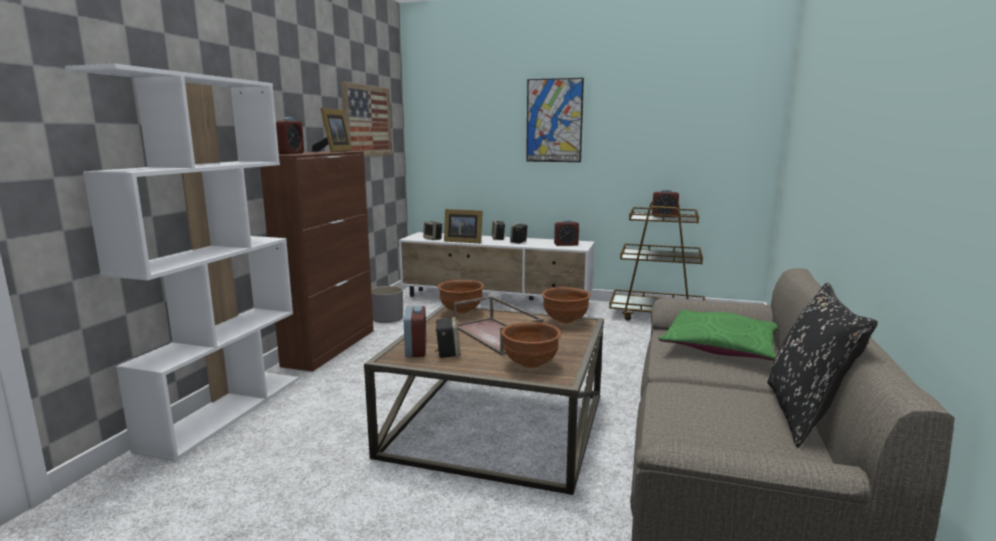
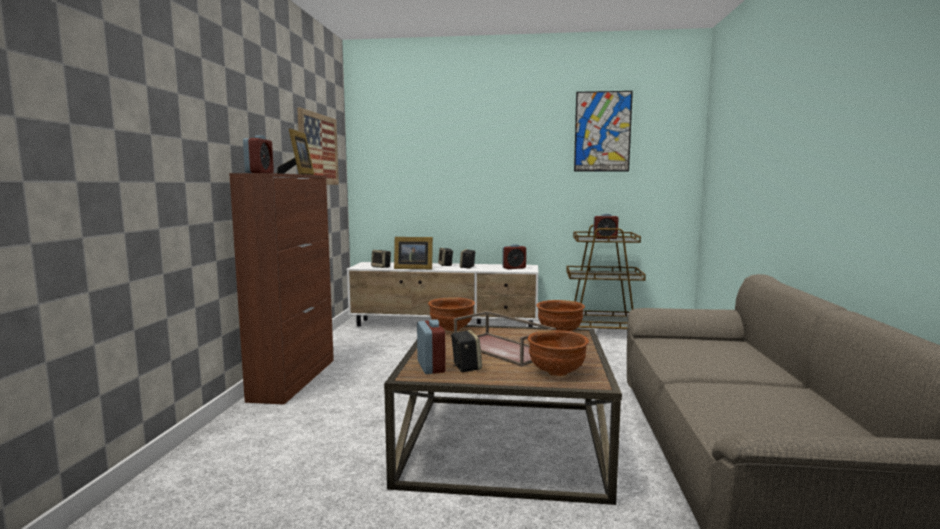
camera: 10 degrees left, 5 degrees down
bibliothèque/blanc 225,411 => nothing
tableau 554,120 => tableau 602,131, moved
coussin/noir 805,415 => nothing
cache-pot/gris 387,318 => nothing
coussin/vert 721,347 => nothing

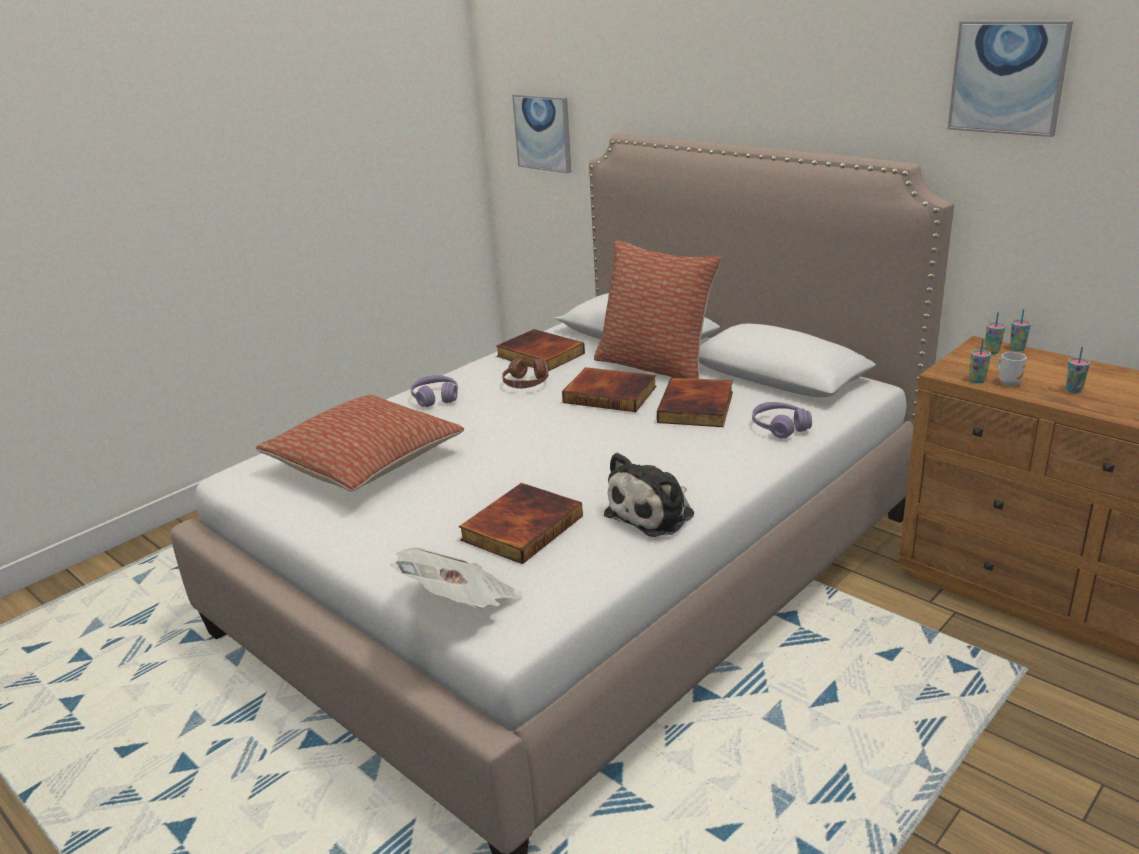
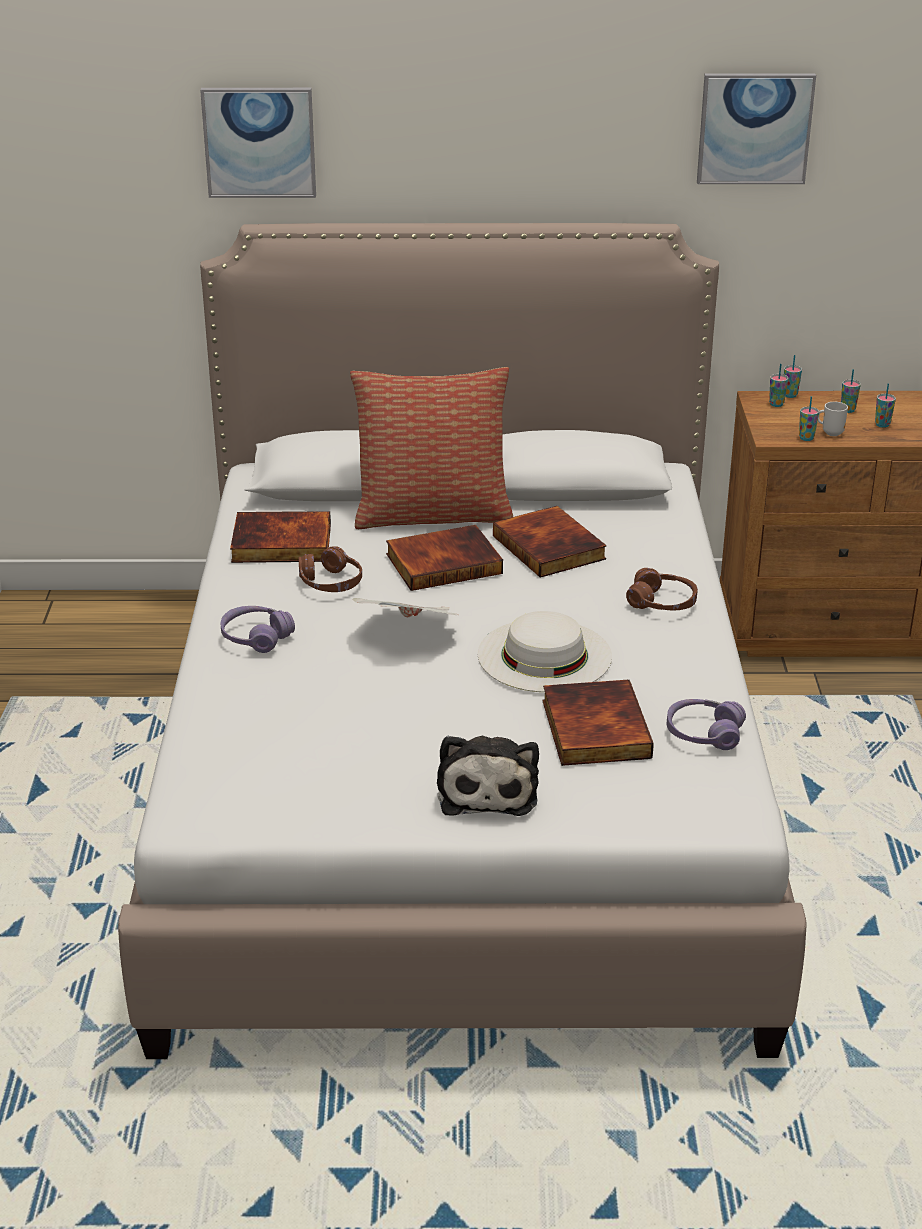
camera: 45 degrees left, 5 degrees up
tableau 543,132 => tableau 259,142, moved
coussin 365,462 => nothing
casque audio/violet 780,427 => casque audio/violet 703,734, moved
peluche 654,513 => peluche 487,790, moved
journal 461,604 => journal 411,632, moved
nothing => tasse 848,410
nothing => casque audio/marron 662,603
nothing => chapeau/blanc 544,655

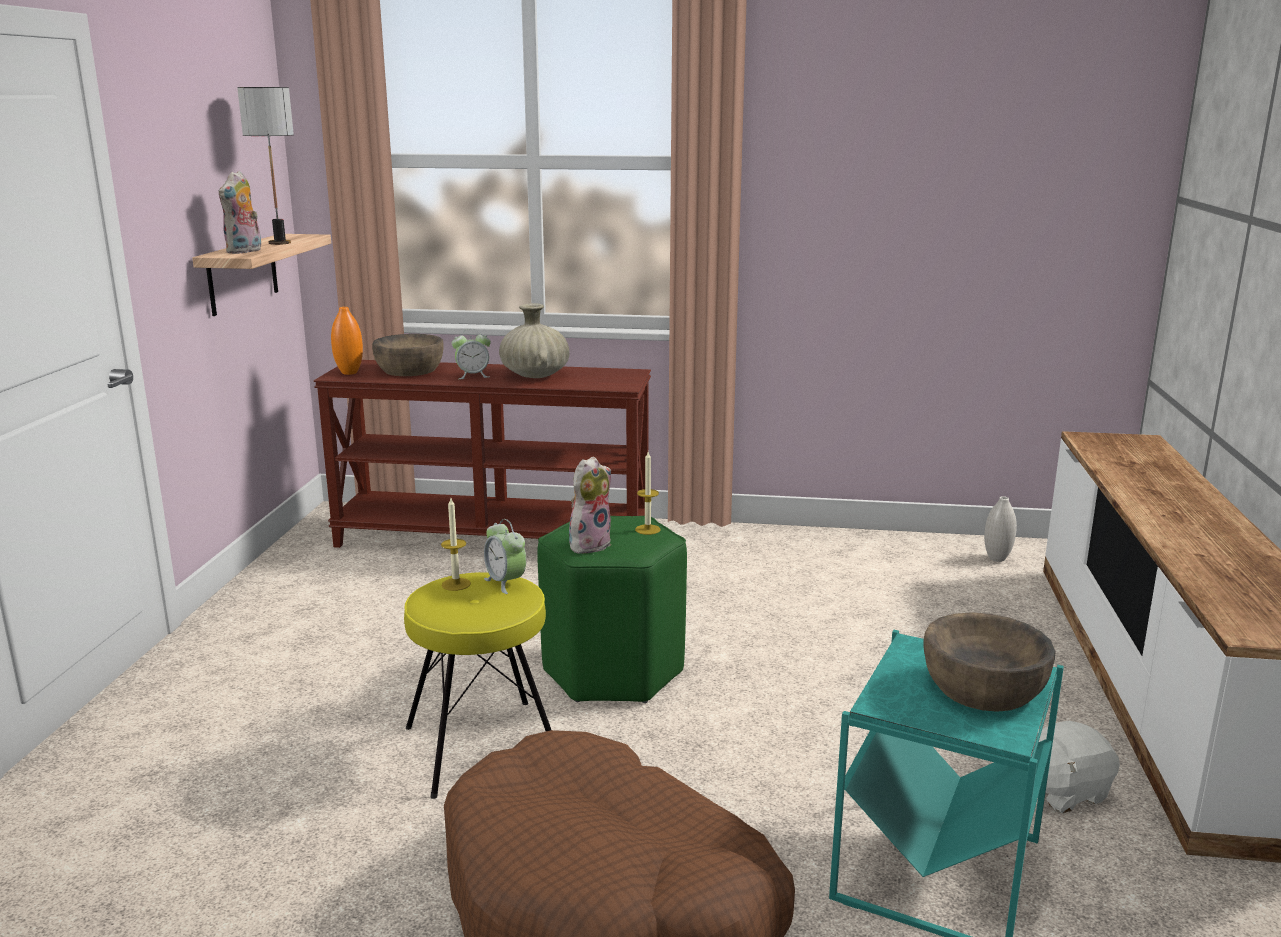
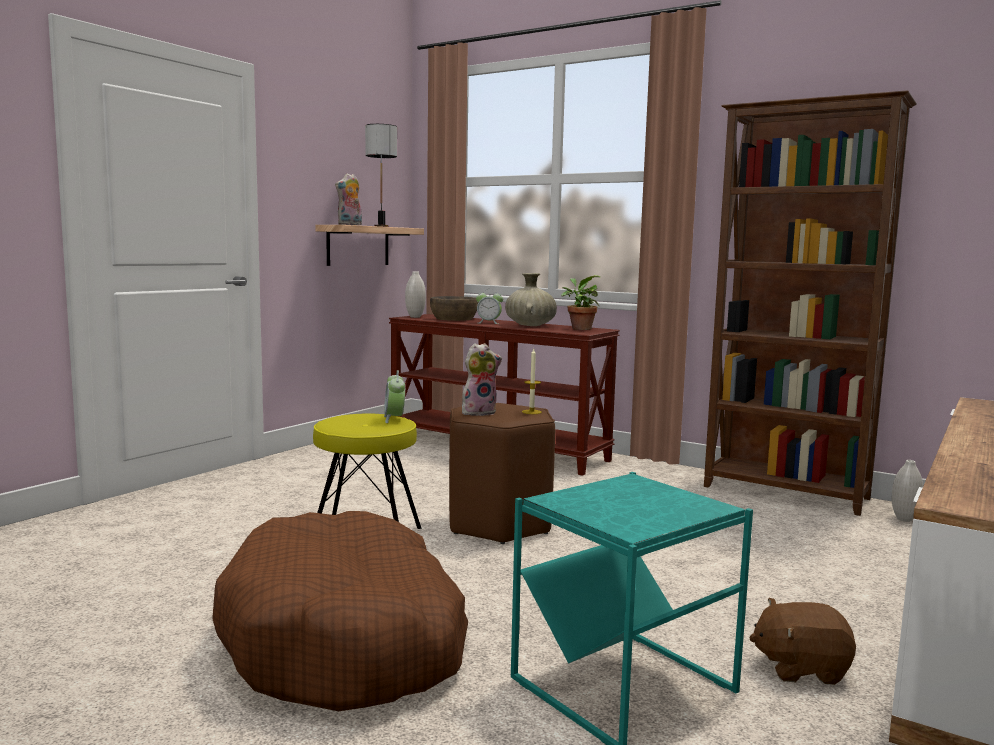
camera: 25 degrees right, 10 degrees down
vase/orange 349,373 => vase/blanc 415,317
bougie 456,584 => nothing
tabouret/vert 611,671 => tabouret/marron 498,524
bol/marron 983,687 => nothing
peluche/blanc 1060,791 => peluche/marron 800,668
nothing => bibliothèque/marron 786,493
nothing => plante en pot 579,328

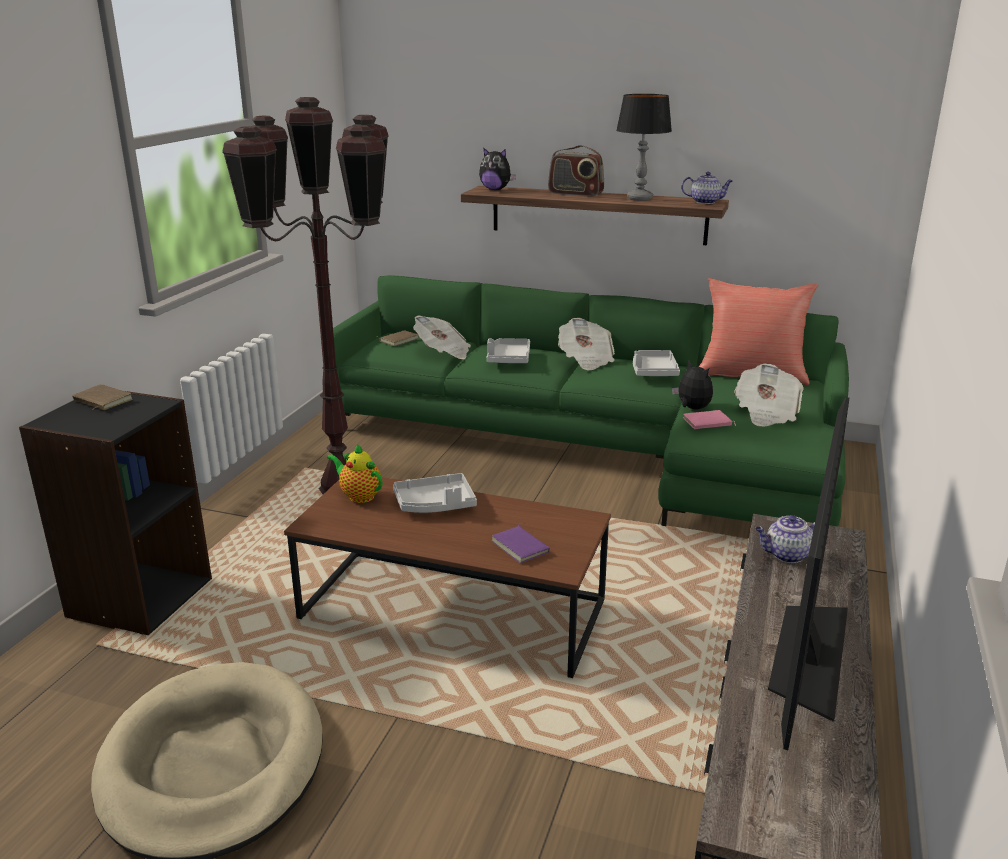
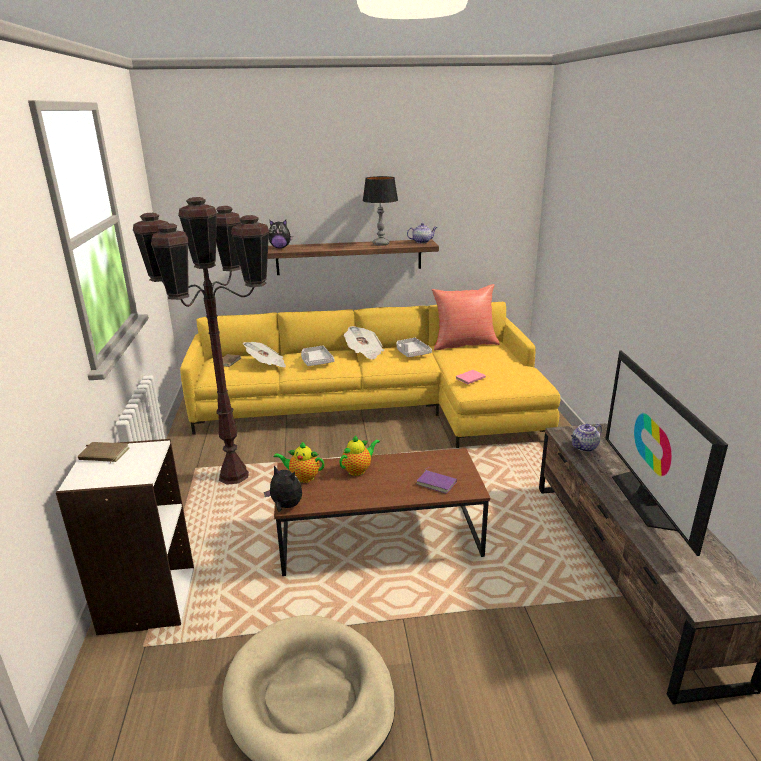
camera: 25 degrees left, 0 degrees up
radio 575,194 => nothing
canapé/vert 599,447 => canapé/jaune 381,407
peluche 692,408 => peluche 285,506, moved
journal 766,413 => nothing
bibliothèque/noir 139,597 => bibliothèque/blanc 147,600
plateau/gris 435,504 => théière 358,470

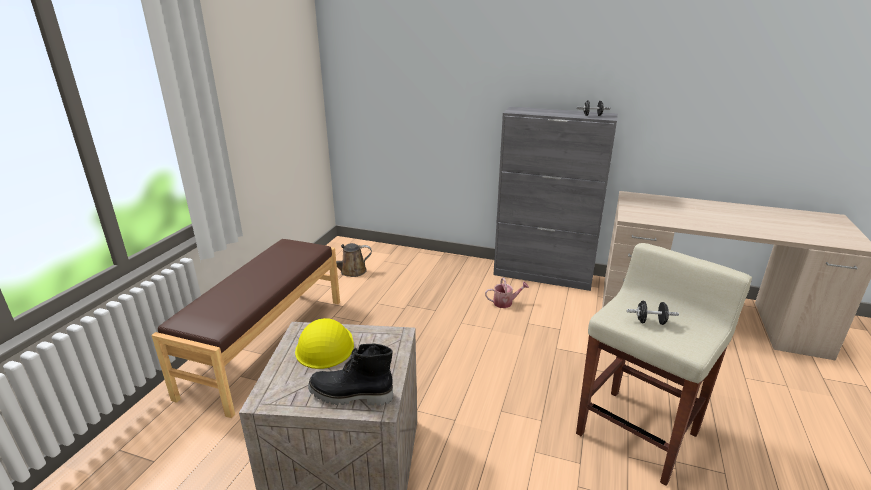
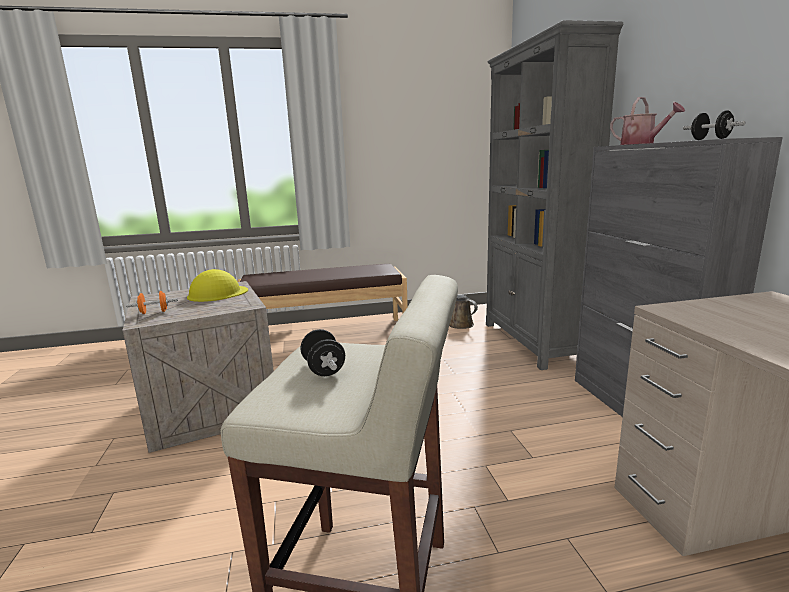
camera: 60 degrees right, 10 degrees down
arrosoir 505,302 => arrosoir 641,143, moved
botte/noir 350,396 => haltère/orange 154,312
nothing => bibliothèque/gris 532,342

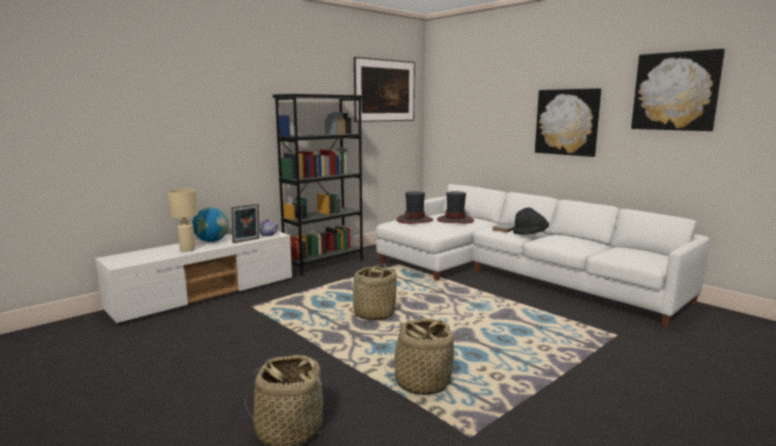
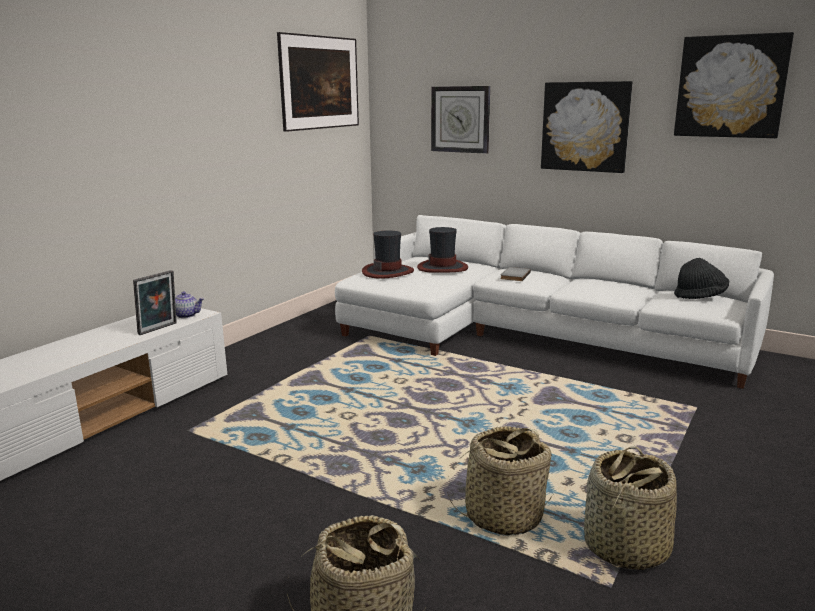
camera: 15 degrees left, 5 degrees up
bibliothèque/noir 324,263 => nothing
lampe de table/beige 187,250 => nothing
globe 212,241 => nothing
chapeau/noir 530,234 => chapeau/noir 700,296, moved
panier 373,314 => panier 624,547, moved
nothing => horloge murale 460,119

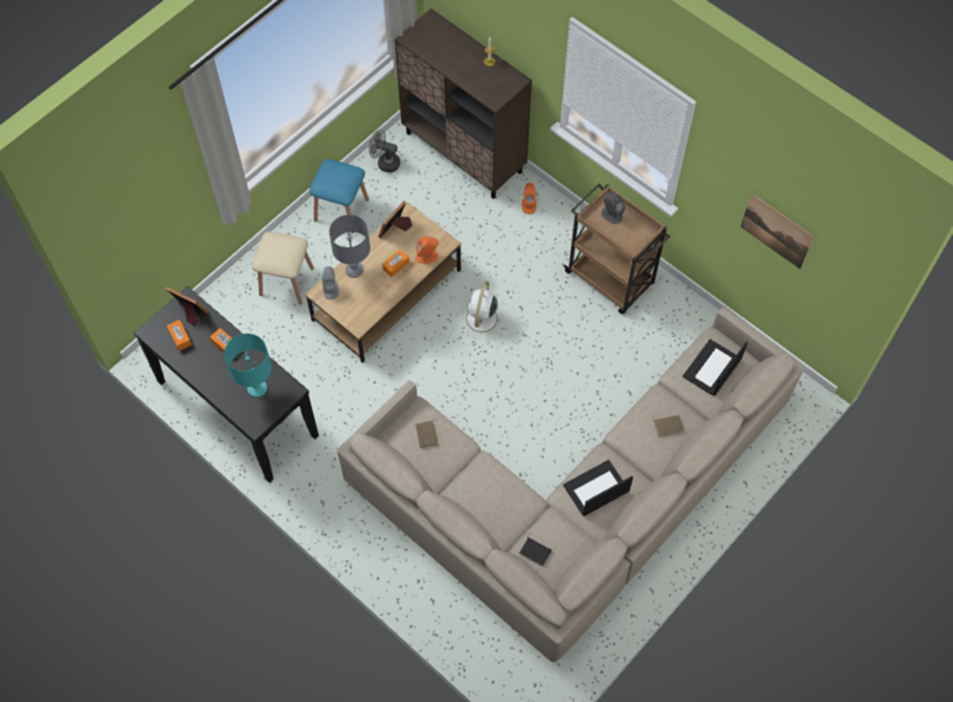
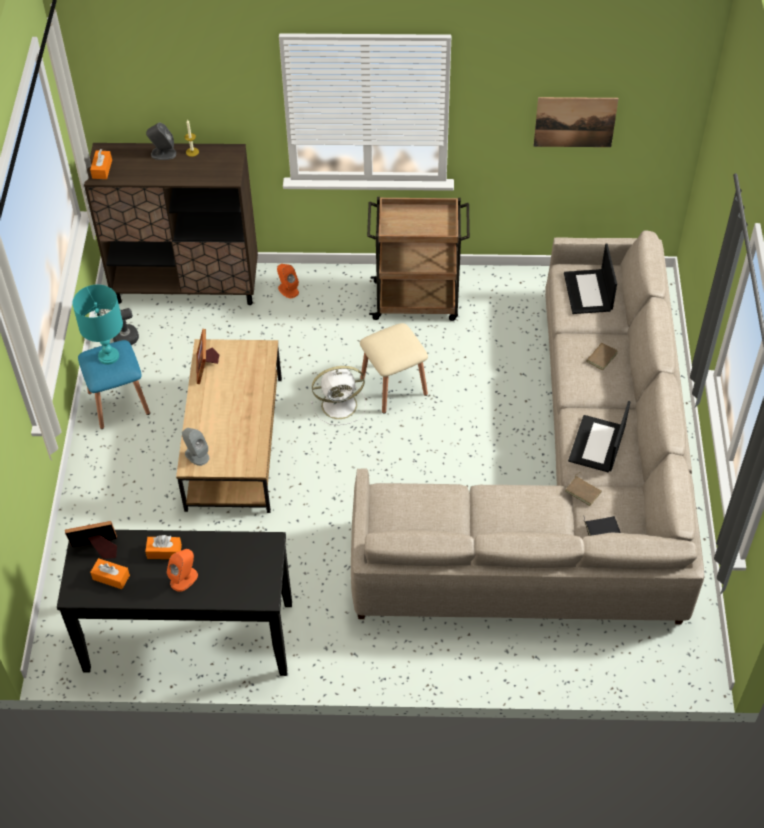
camera: 40 degrees left, 10 degrees down
enceinte/gris 611,215 => enceinte/gris 163,153, moved
lampe de table/gris 354,269 => nothing
tabouret/beige 286,281 => tabouret/beige 393,386, moved
enceinte/orange 427,256 => enceinte/orange 184,578, moved
boîte à mouchoirs/orange 396,266 => boîte à mouchoirs/orange 102,169, moved
ventilateur/blanc 481,320 => ventilateur/blanc 341,404, 75 degrees counterclockwise
lampe de table/turquoise 257,388 => lampe de table/turquoise 108,356, moved
livre/marron 427,434 => livre/marron 583,491, moved

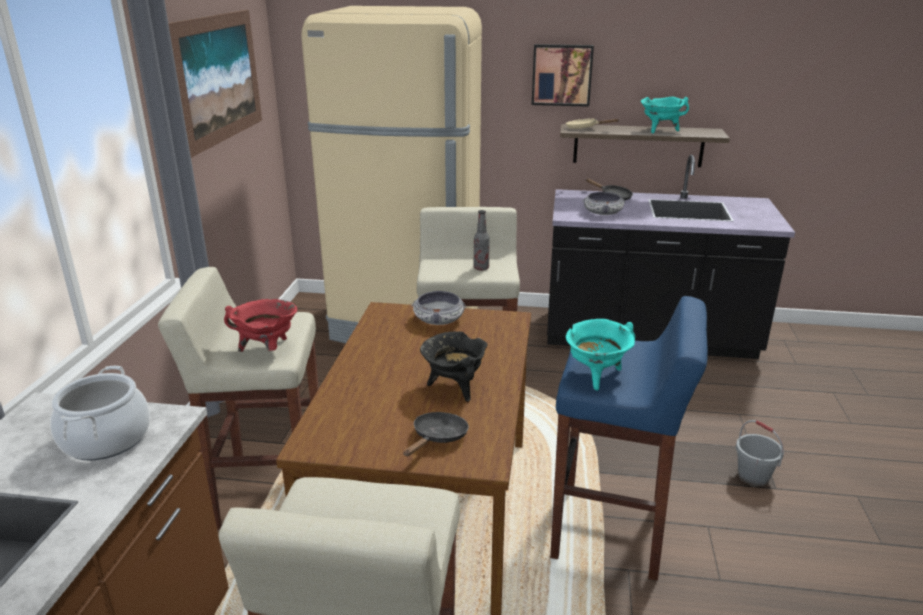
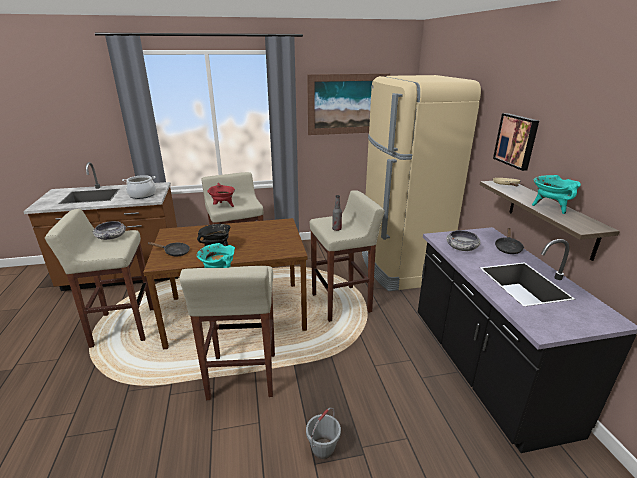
camera: 70 degrees right, 0 degrees up
bol 439,319 => bol 111,237, moved
tabouret/bleu 611,531 => tabouret/beige 242,377

